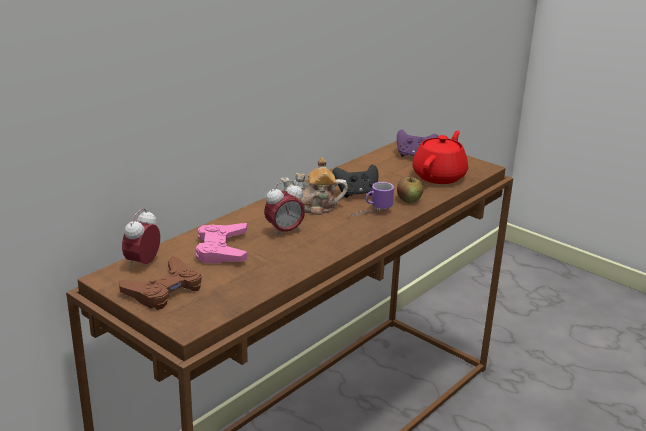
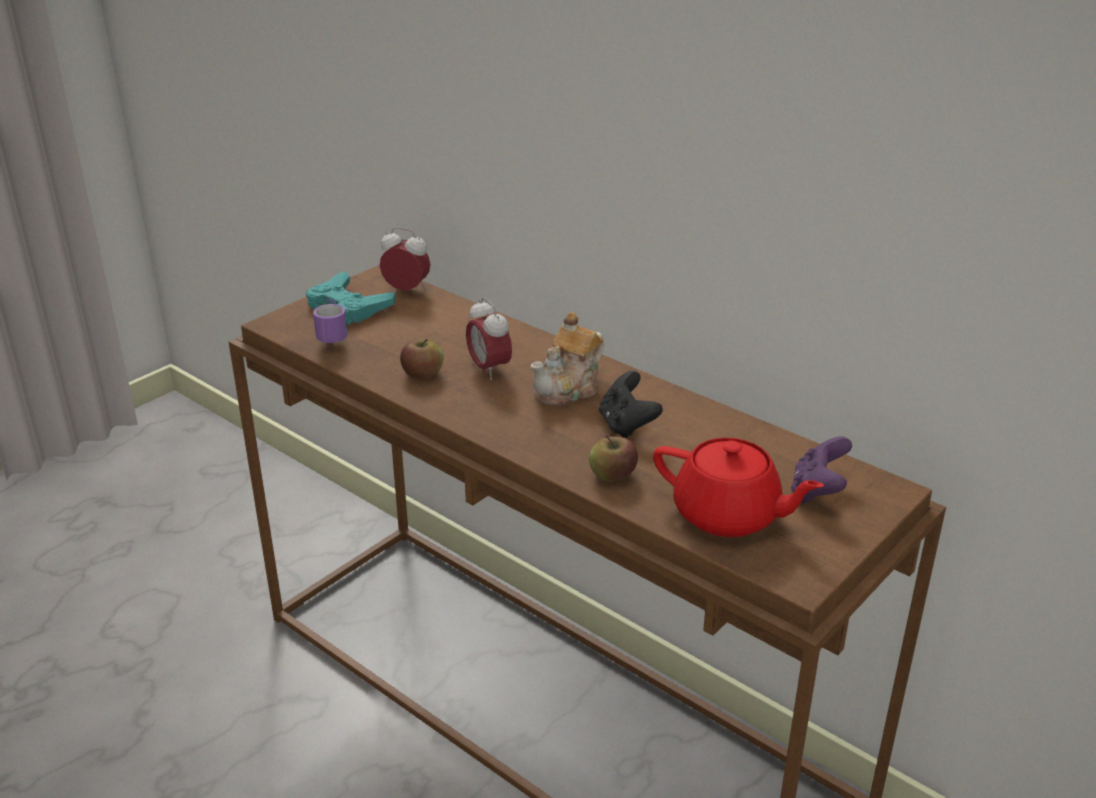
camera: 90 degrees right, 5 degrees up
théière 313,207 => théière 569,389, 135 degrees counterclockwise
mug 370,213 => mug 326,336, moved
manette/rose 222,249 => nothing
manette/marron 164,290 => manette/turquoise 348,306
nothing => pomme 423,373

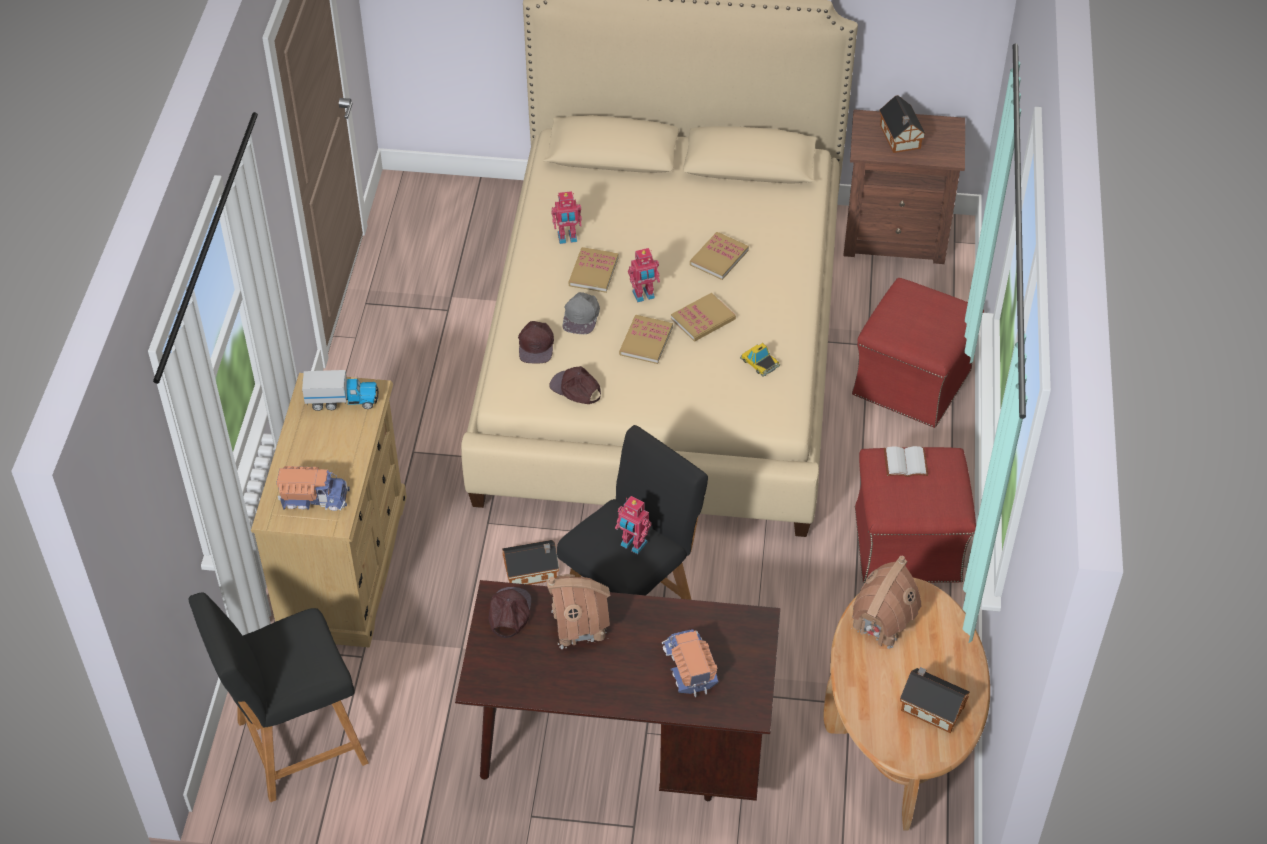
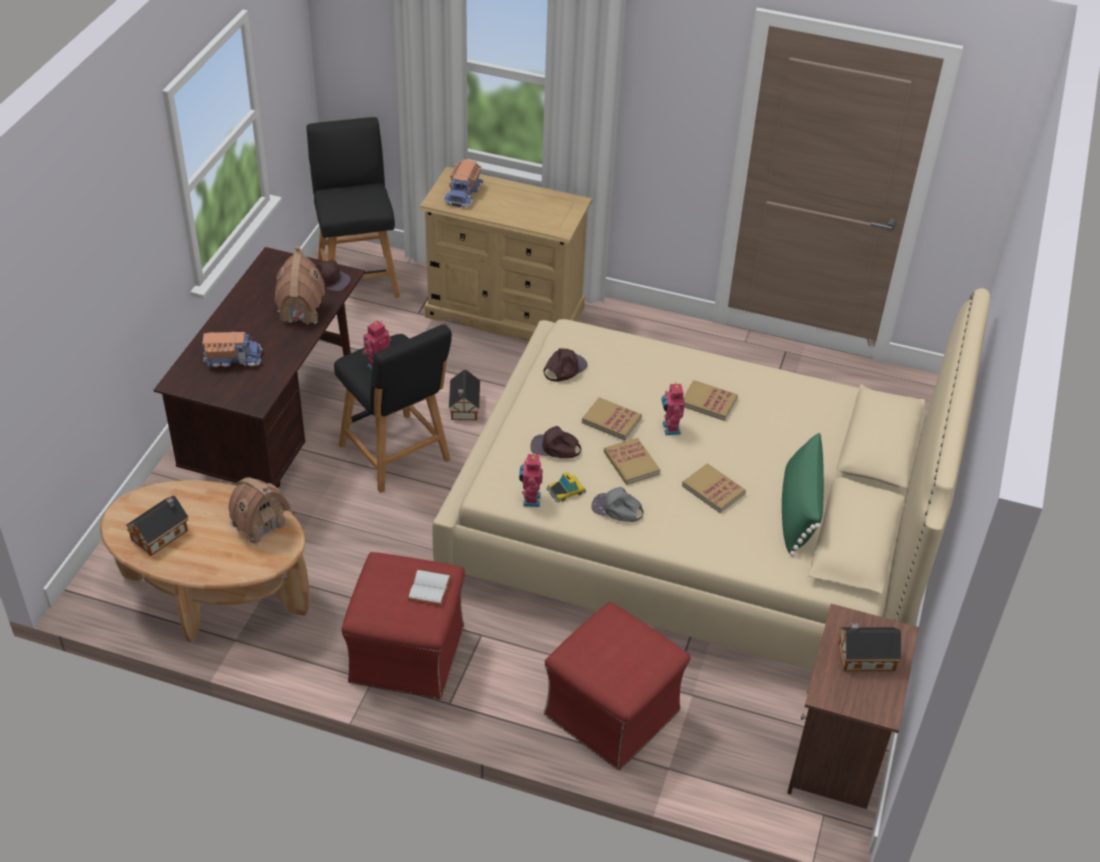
camera: 100 degrees right, 5 degrees down
robot jouet 567,238 => robot jouet 530,499, moved
casquette/gris 582,316 => casquette/gris 617,509, moved
casquette/marron 536,345 => casquette/marron 555,448, moved
camion jouet 342,401 => nothing
nothing => coussin/vert 798,510

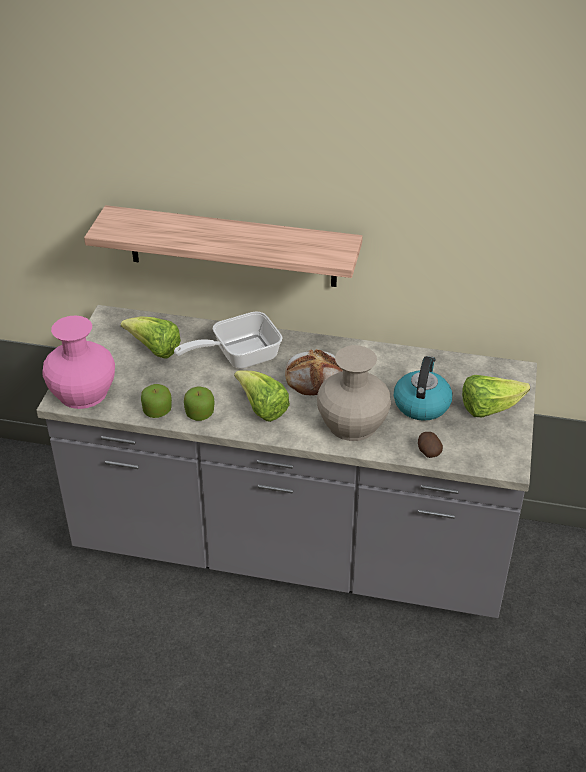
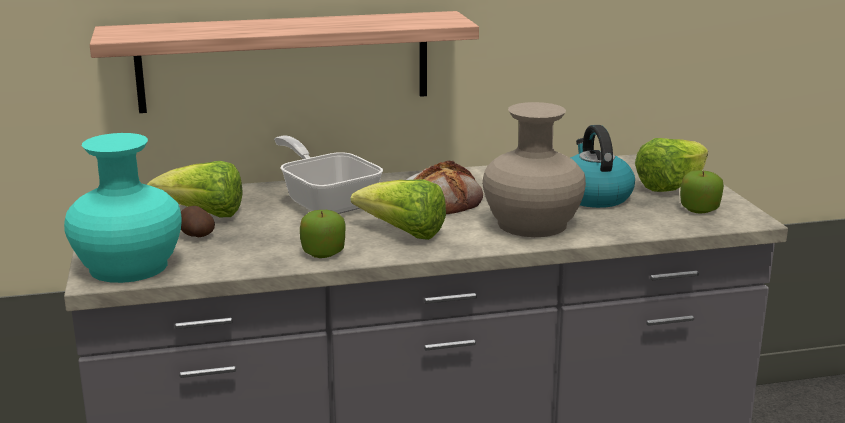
camera: 25 degrees left, 20 degrees down
poêle 238,356 => poêle 327,201, 105 degrees clockwise
vase/rose 82,392 => vase/turquoise 128,266
pomme 157,411 => pomme 699,209, moved
pomme de terre 428,451 => pomme de terre 195,236, moved

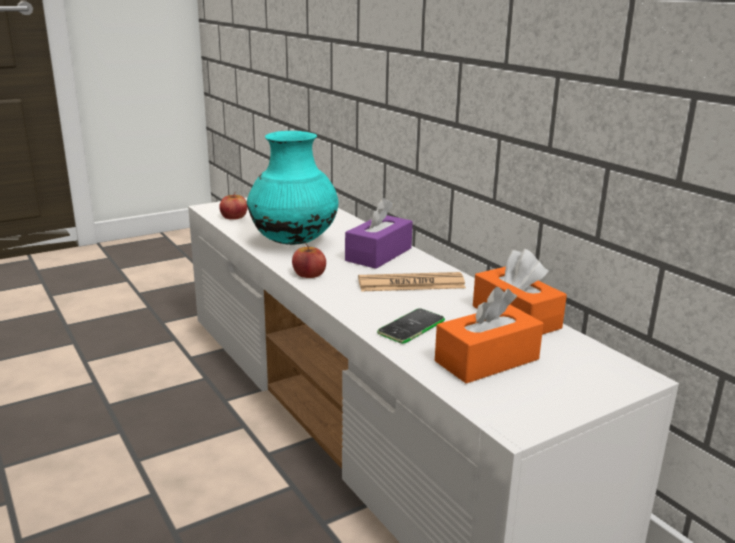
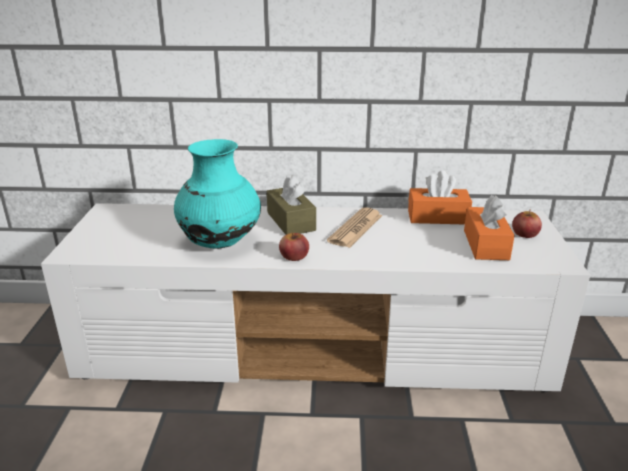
camera: 55 degrees left, 5 degrees up
pomme 234,216 => pomme 525,233, moved
boîte à mouchoirs/violet 379,254 => boîte à mouchoirs/marron 291,221
téléphone 411,327 => nothing

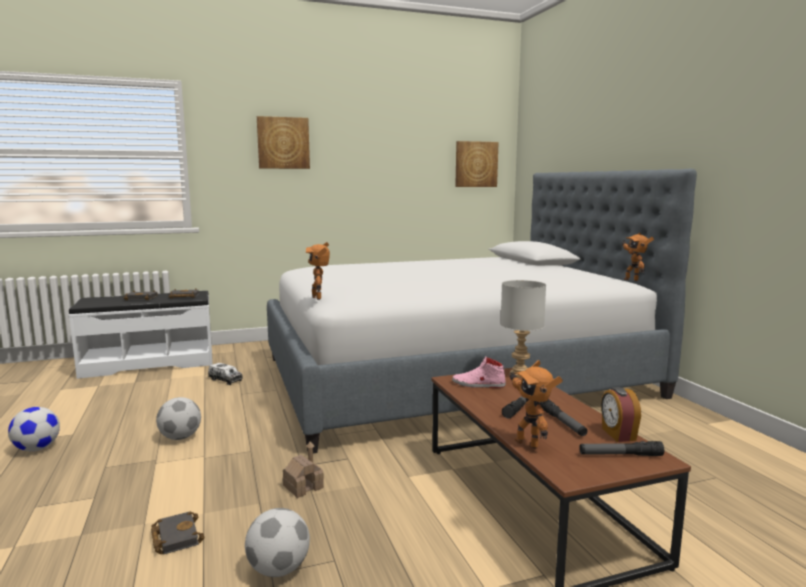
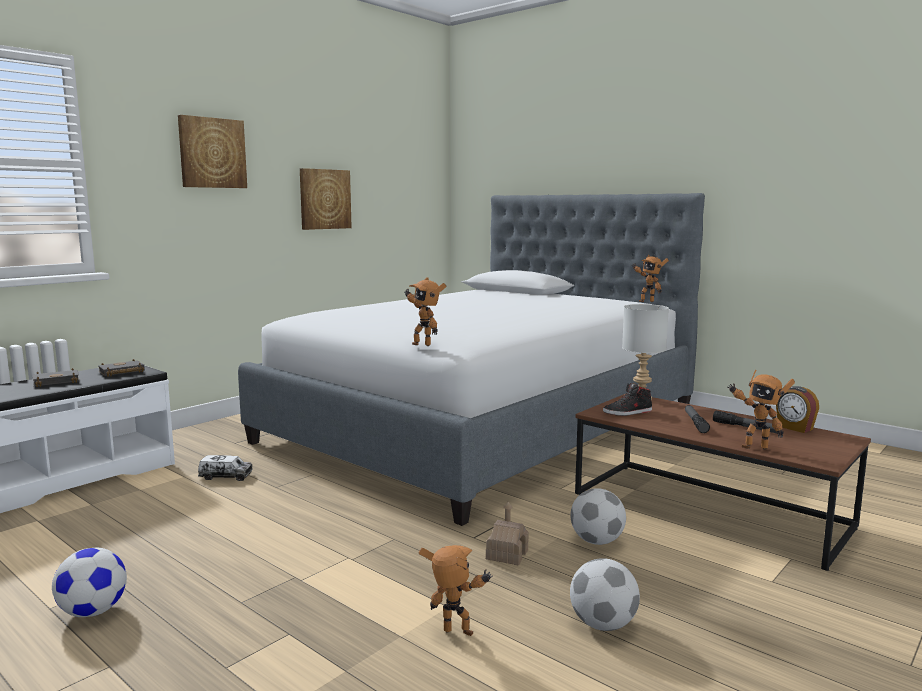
camera: 30 degrees left, 0 degrees up
tableau 476,164 => tableau 324,199, moved
chaussure/rose 478,384 => chaussure/noir 627,412
ballon de foot 180,437 => ballon de foot 597,541, moved
lampe de poche 620,455 => nothing
livre/noir 175,536 => robot jouet 457,635

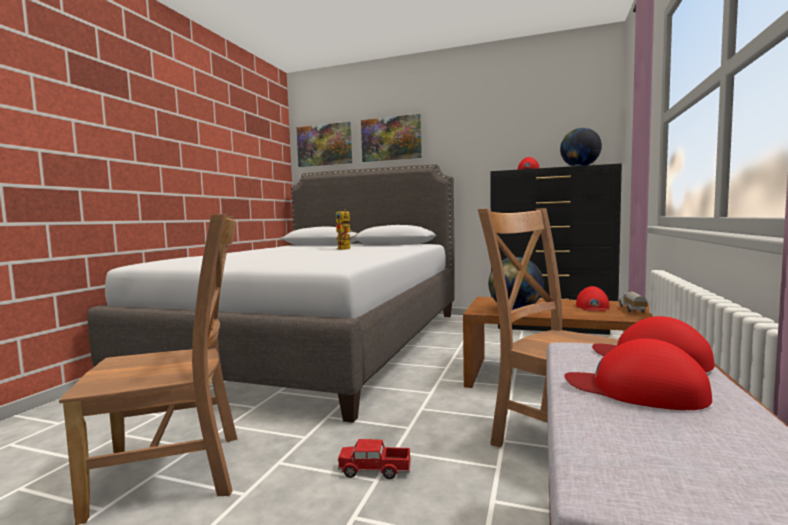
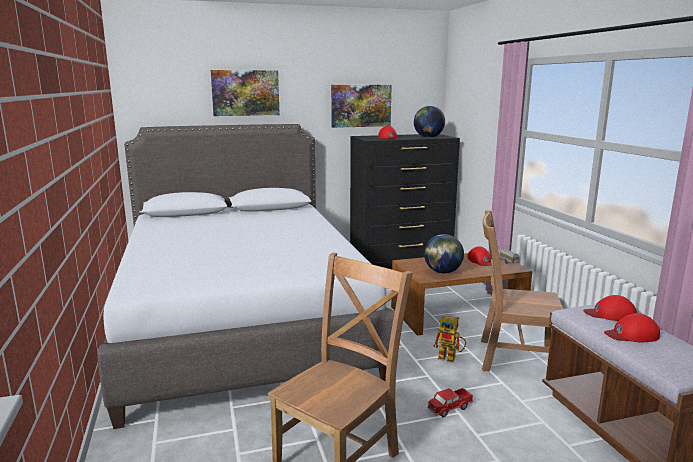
camera: 35 degrees left, 10 degrees up
tableau 324,145 => tableau 361,105, moved
robot jouet 346,249 => robot jouet 451,358, moved

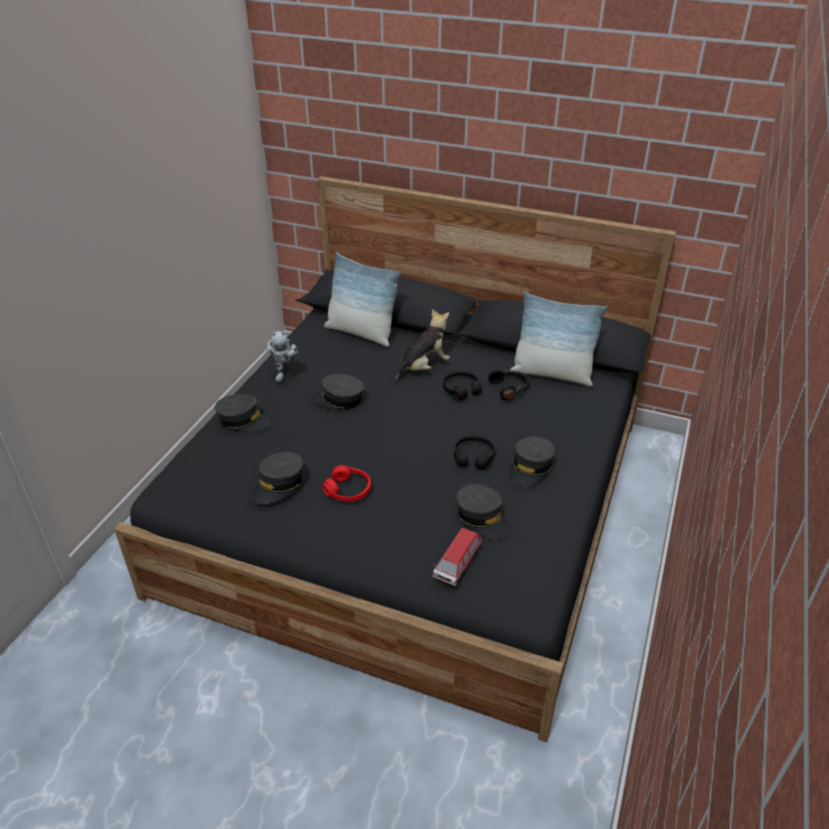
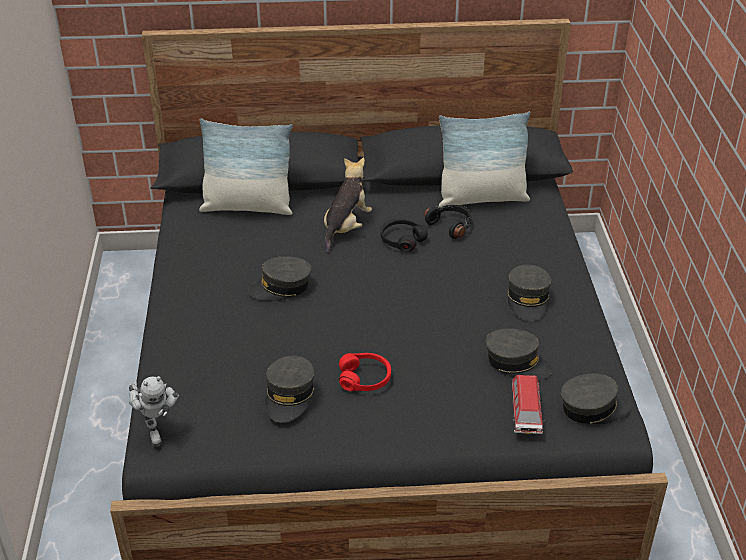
camera: 25 degrees left, 0 degrees up
robot jouet 284,373 => robot jouet 156,429, moved
casquette/gris 243,420 => casquette/gris 593,408, moved
casque audio/noir 474,456 => nothing

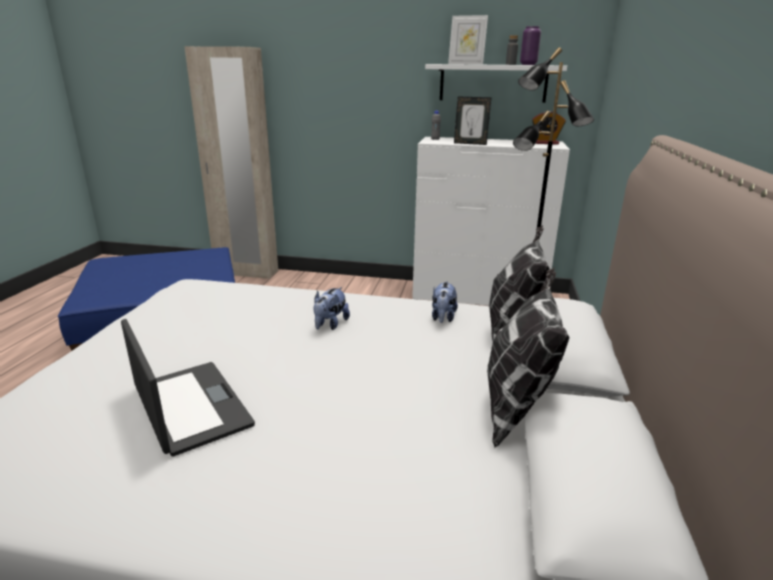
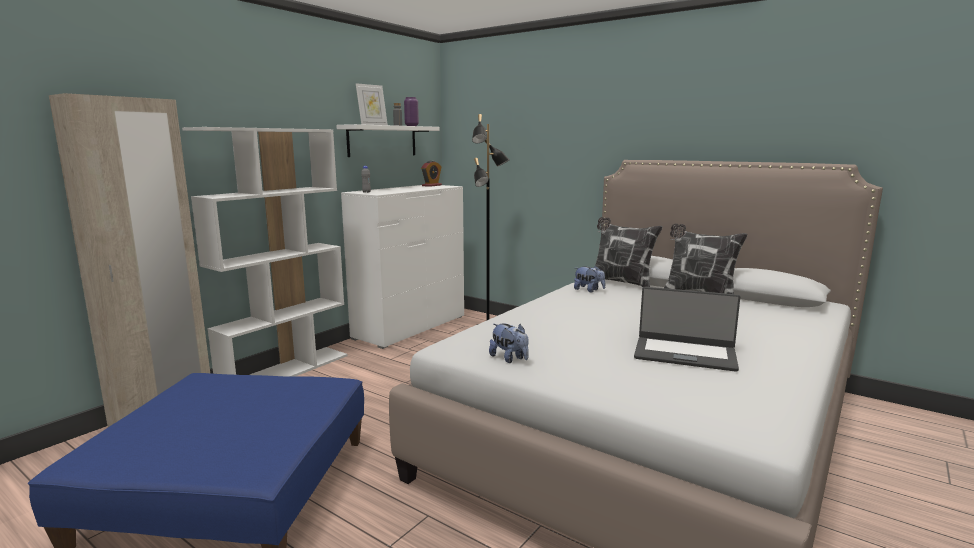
camera: 65 degrees left, 10 degrees down
cadre photo 470,143 => nothing
peluche 330,324 => peluche 509,359, moved
ordinateur portable 190,407 => ordinateur portable 684,354, 150 degrees counterclockwise
nothing => bibliothèque/blanc 286,371

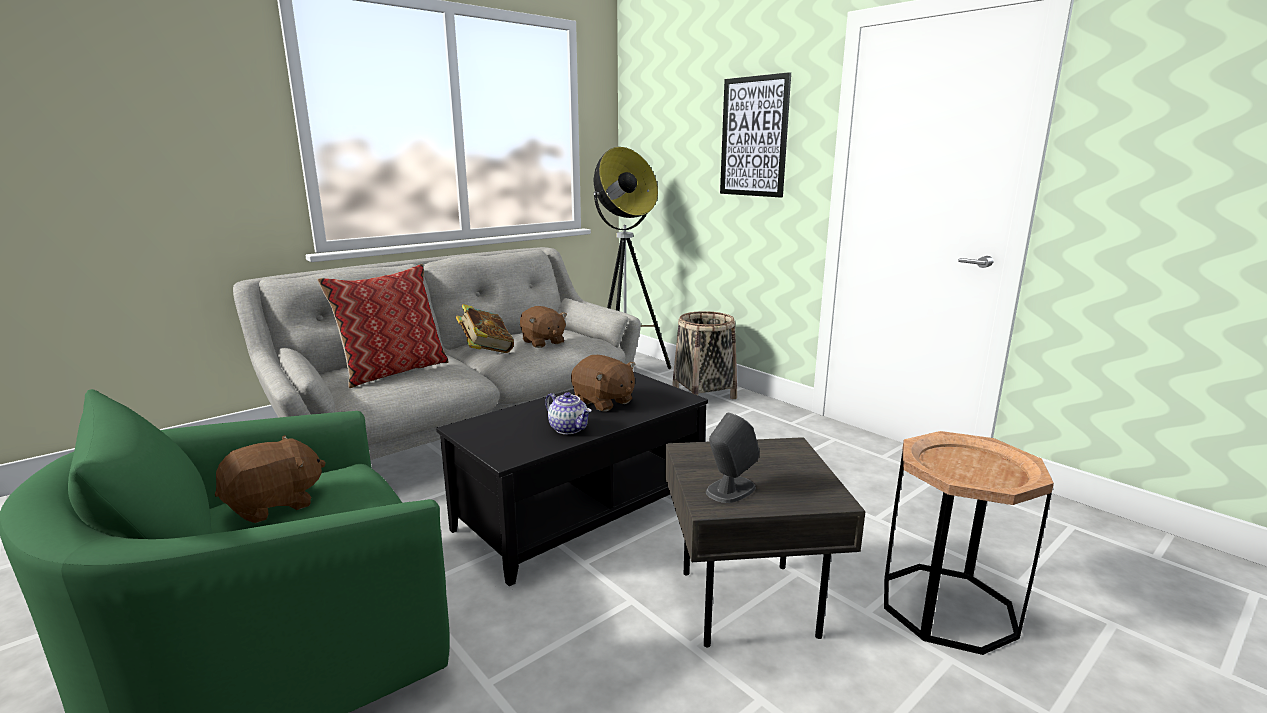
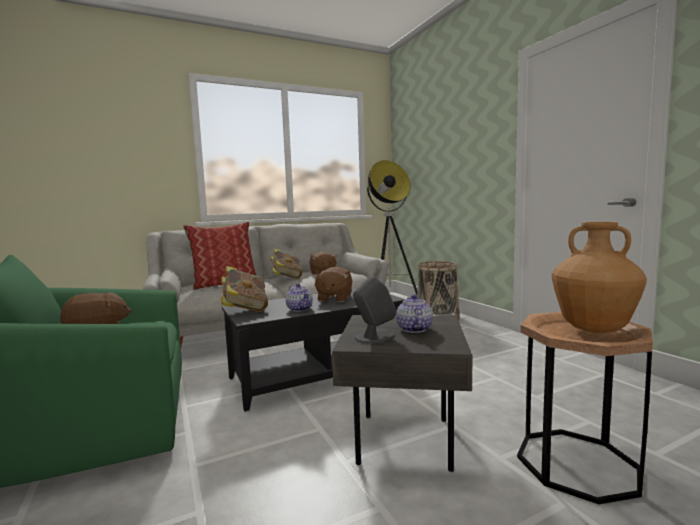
camera: 15 degrees right, 10 degrees down
tableau 754,137 => nothing
peluche/marron 603,402 => peluche/marron 334,299, 45 degrees clockwise
nothing => vase/marron 593,329
nothing => livre 244,310
nothing => théière 413,329

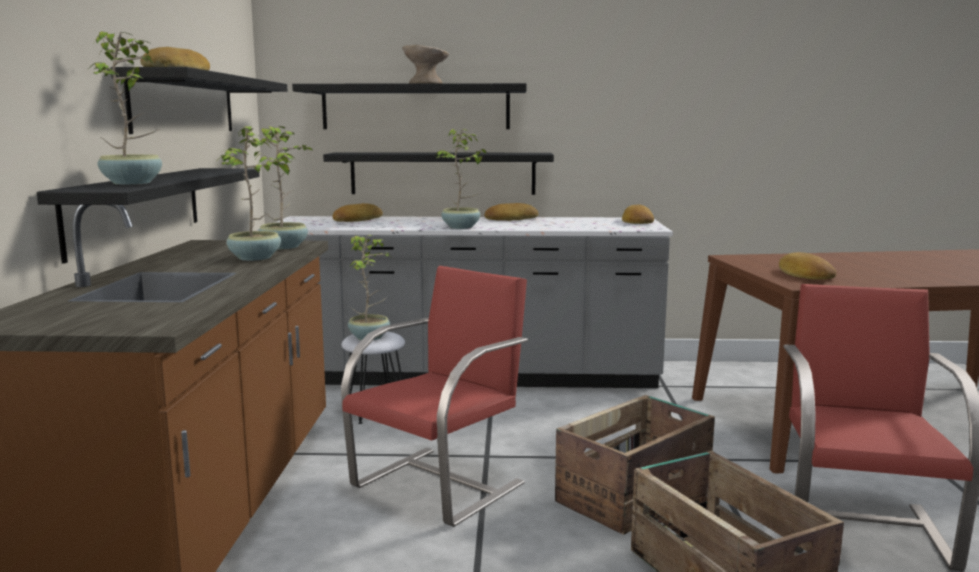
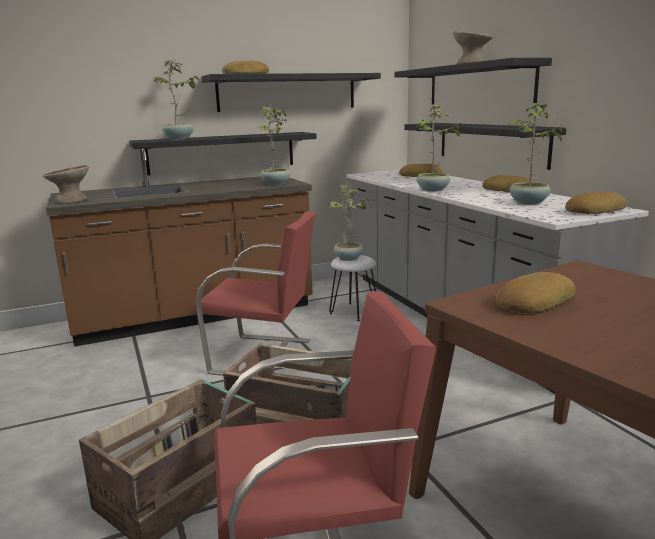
camera: 65 degrees right, 5 degrees up
plante en pot 255,258 => plante en pot 528,203, moved
nothing => bol/beige 71,201

